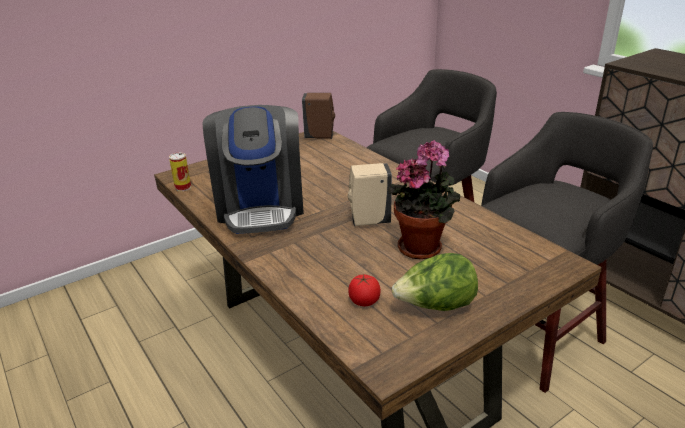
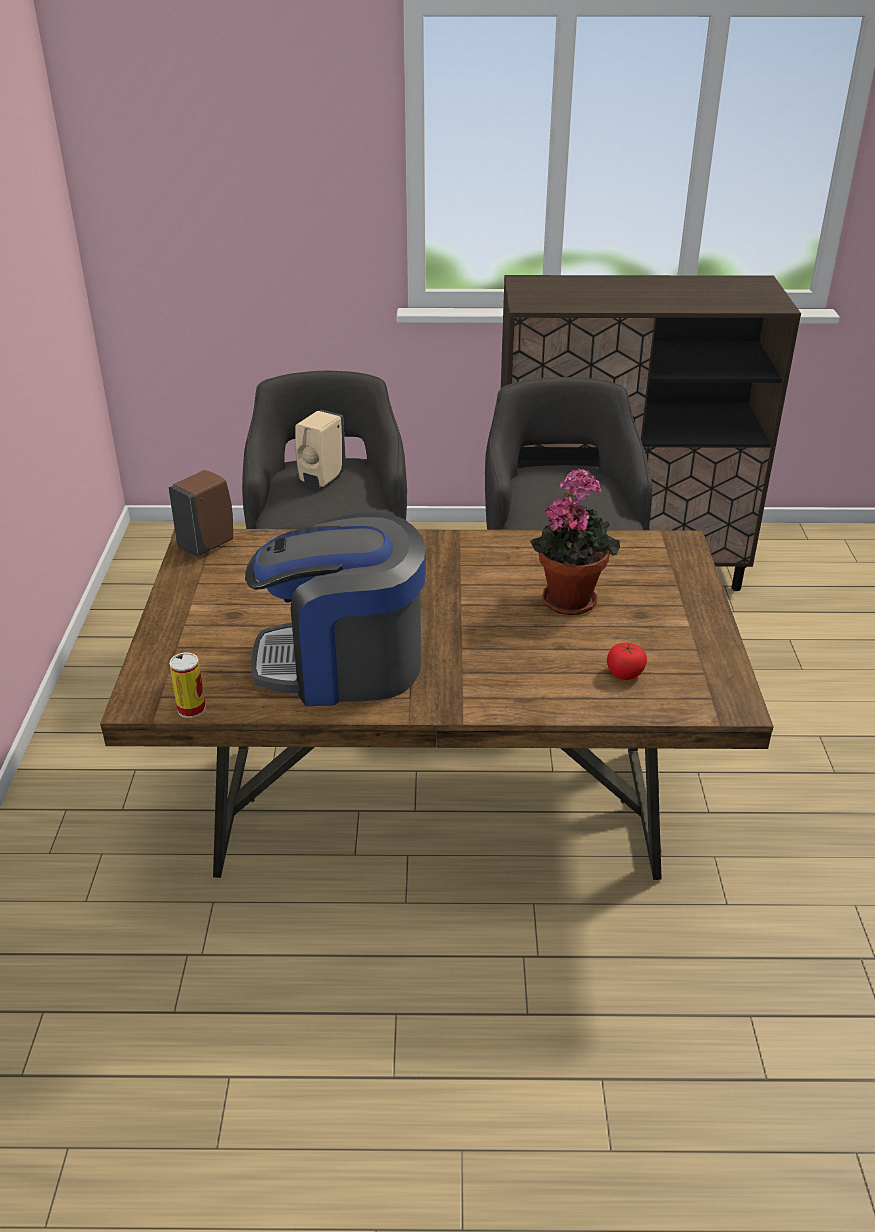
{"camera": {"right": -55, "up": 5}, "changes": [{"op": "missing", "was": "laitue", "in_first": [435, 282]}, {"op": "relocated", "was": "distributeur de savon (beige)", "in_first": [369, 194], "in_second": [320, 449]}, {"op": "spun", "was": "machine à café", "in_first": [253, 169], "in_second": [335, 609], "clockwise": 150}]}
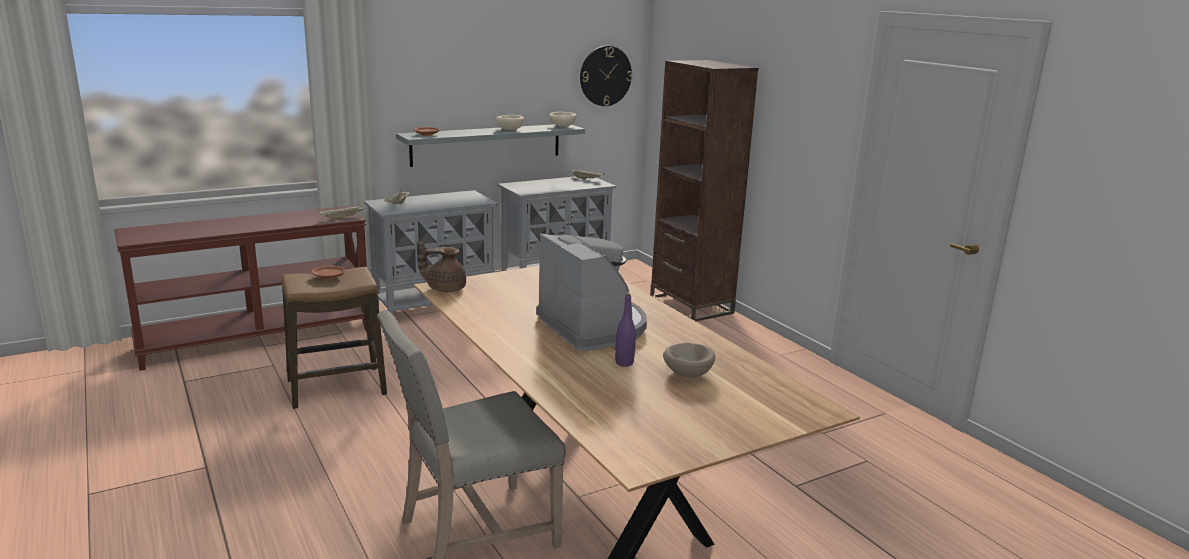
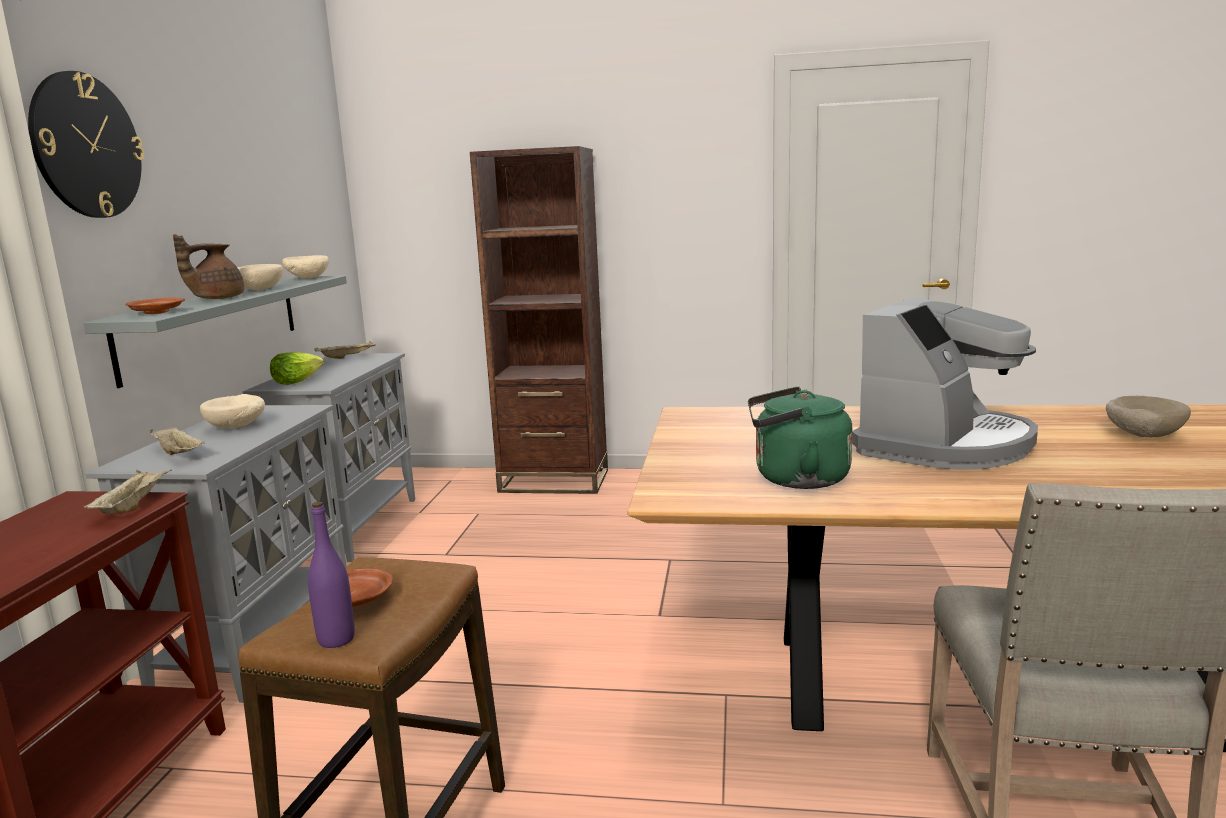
{"camera": {"right": -50, "up": -5}, "changes": [{"op": "appeared", "now": "bol (beige)", "in_second": [232, 411]}, {"op": "appeared", "now": "laitue", "in_second": [297, 368]}, {"op": "appeared", "now": "bouilloire (vert)", "in_second": [800, 438]}, {"op": "relocated", "was": "théière (marron)", "in_first": [441, 266], "in_second": [208, 266]}, {"op": "relocated", "was": "horloge murale", "in_first": [606, 76], "in_second": [86, 144]}, {"op": "relocated", "was": "bouteille (violet)", "in_first": [625, 330], "in_second": [331, 575]}, {"op": "spun", "was": "machine à café", "in_first": [591, 292], "in_second": [945, 383], "clockwise": 120}]}
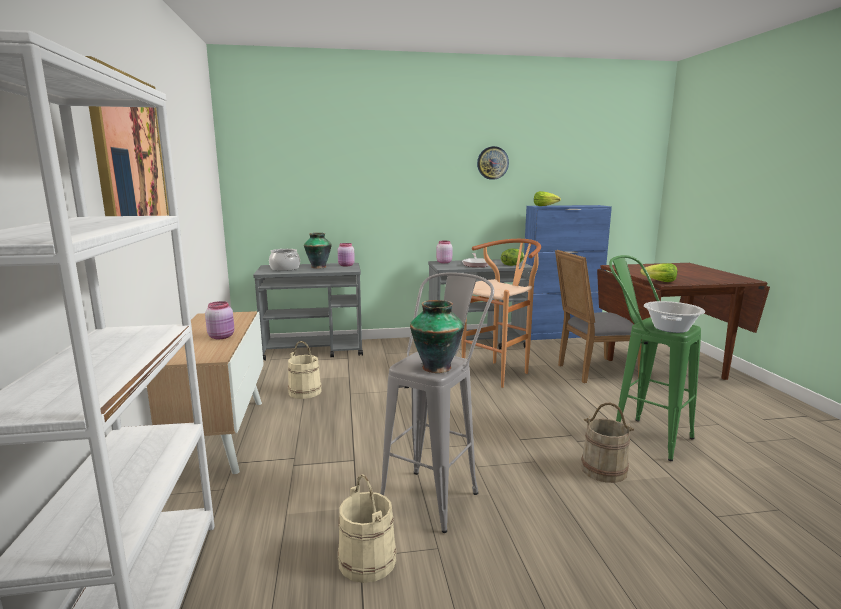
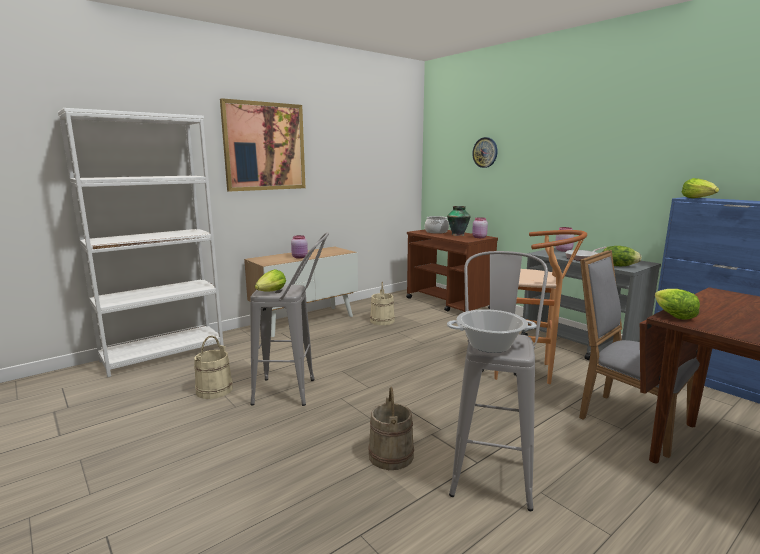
{"camera": {"right": 60, "up": 0}, "changes": [{"op": "relocated", "was": "horloge murale", "in_first": [493, 163], "in_second": [485, 152]}, {"op": "exchanged", "was": "vase", "now": "laitue", "in_first": [437, 336], "in_second": [270, 280]}, {"op": "colour", "was": "chariot (gris)", "now": "chariot (marron)", "in_first": [308, 312], "in_second": [452, 271]}, {"op": "colour", "was": "tabouret (vert)", "now": "tabouret (gris)", "in_first": [655, 358], "in_second": [498, 381]}]}
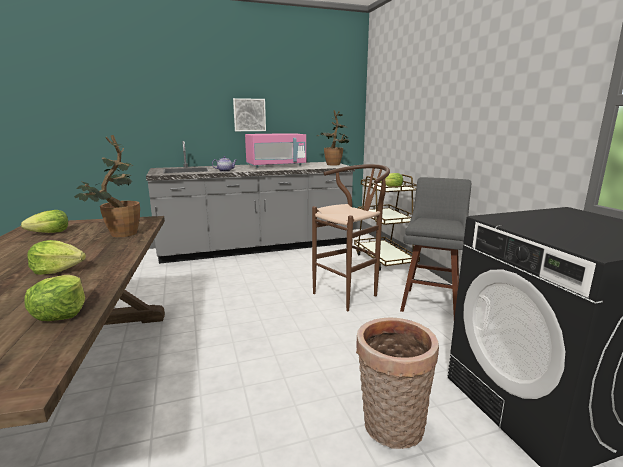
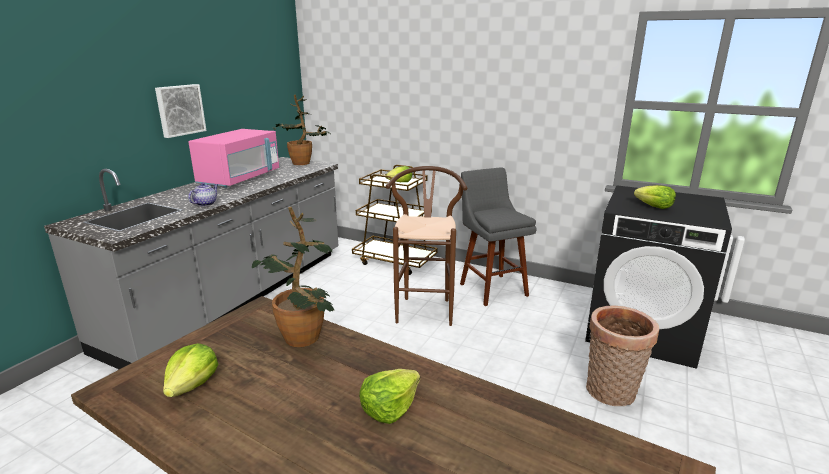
{"camera": {"right": -45, "up": 5}, "changes": [{"op": "relocated", "was": "laitue", "in_first": [54, 298], "in_second": [655, 197]}]}
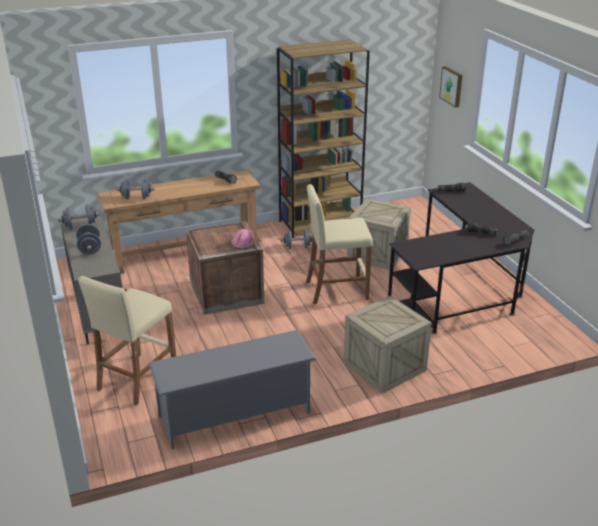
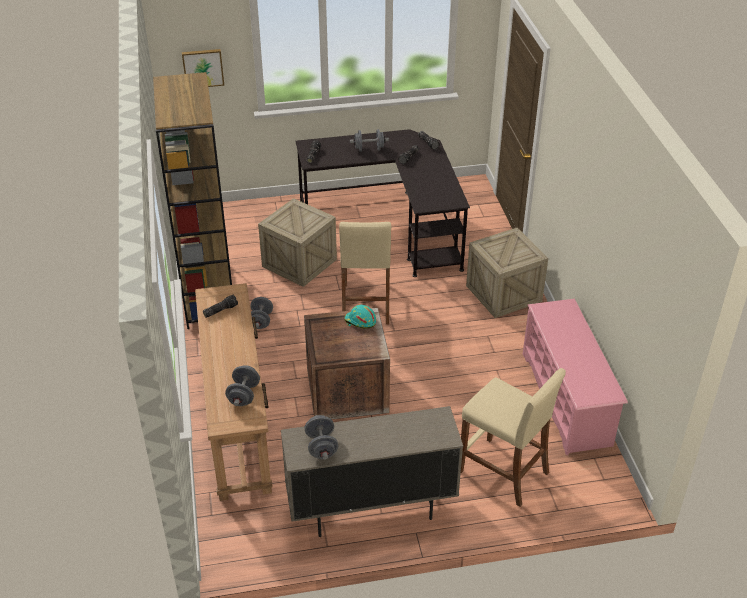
{"camera": {"right": -80, "up": 10}, "changes": [{"op": "relocated", "was": "haltère (gris)", "in_first": [88, 239], "in_second": [369, 140]}, {"op": "colour", "was": "étagère à chaussures (gris)", "now": "étagère à chaussures (rose)", "in_first": [232, 389], "in_second": [575, 377]}, {"op": "colour", "was": "casque de chantier (rose)", "now": "casque de chantier (turquoise)", "in_first": [243, 239], "in_second": [360, 316]}]}
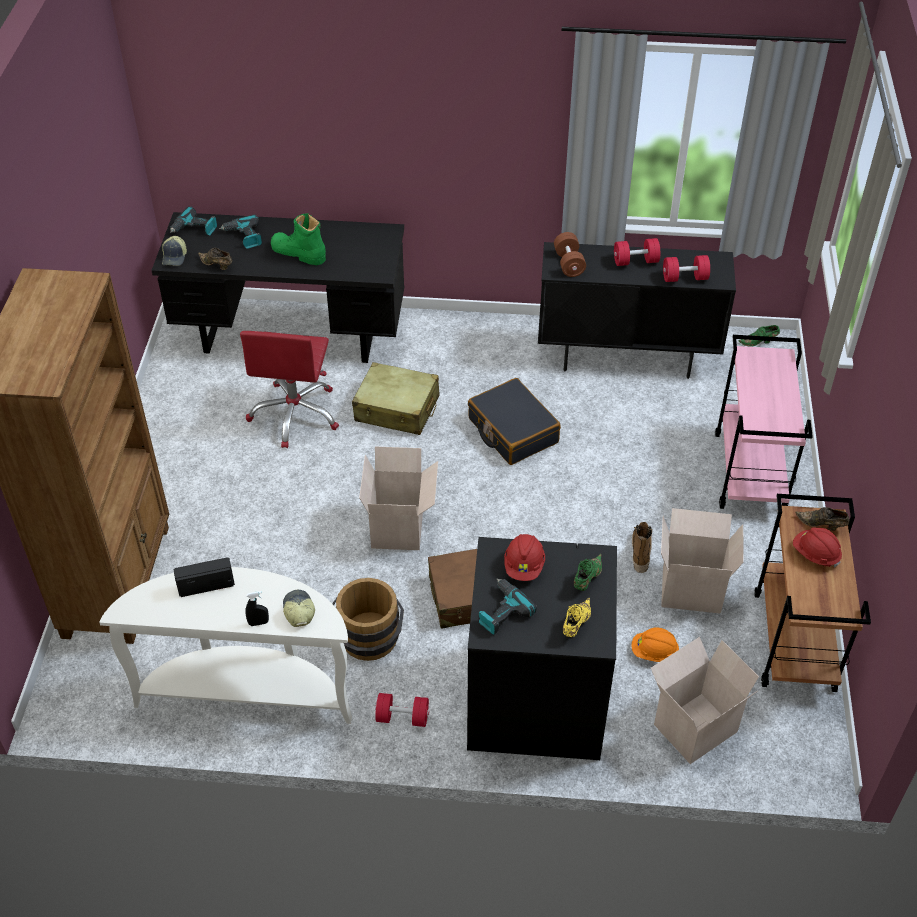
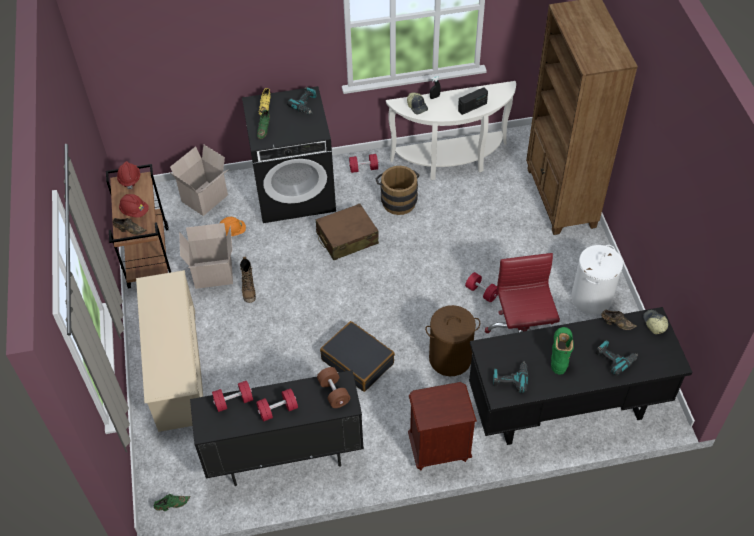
{"camera": {"right": 165, "up": 5}, "changes": [{"op": "missing", "was": "carton", "in_first": [398, 498]}, {"op": "appeared", "now": "table de chevet (marron)", "in_second": [442, 426]}, {"op": "appeared", "now": "haltère (rouge)", "in_second": [481, 287]}, {"op": "appeared", "now": "panier à linge (blanc)", "in_second": [597, 279]}, {"op": "relocated", "was": "perceuse", "in_first": [193, 220], "in_second": [510, 377]}, {"op": "relocated", "was": "casque de chantier (rouge)", "in_first": [524, 557], "in_second": [128, 175]}, {"op": "exchanged", "was": "valise (beige)", "now": "panier à linge (marron)", "in_first": [395, 398], "in_second": [452, 340]}, {"op": "exchanged", "was": "chariot (rose)", "now": "étagère à chaussures (beige)", "in_first": [764, 422], "in_second": [169, 351]}, {"op": "spun", "was": "botte (vert)", "in_first": [298, 239], "in_second": [562, 351], "clockwise": -90}]}
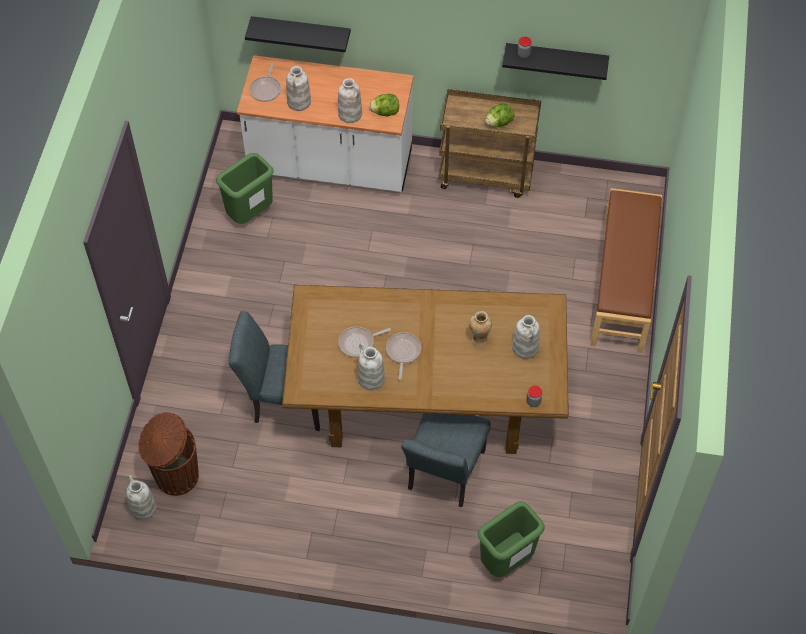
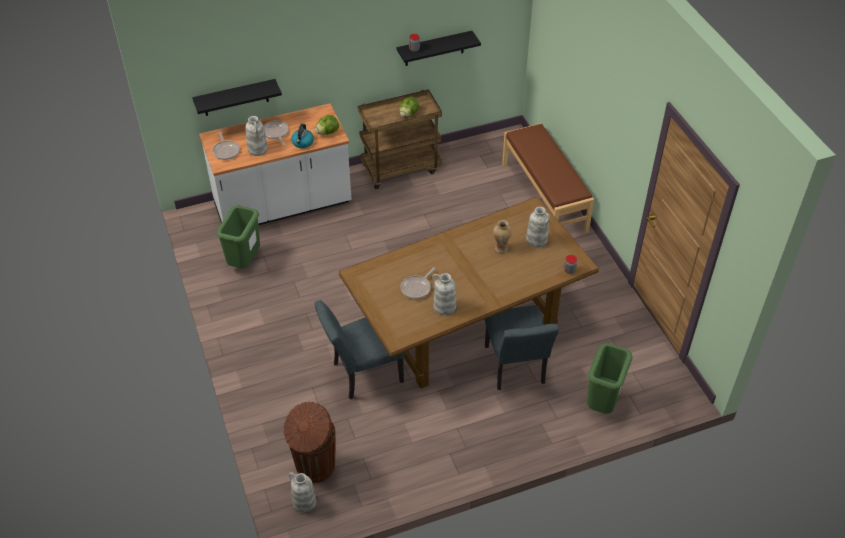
{"camera": {"right": -30, "up": -10}, "changes": [{"op": "relocated", "was": "poêle", "in_first": [403, 356], "in_second": [276, 133]}, {"op": "exchanged", "was": "vase (blanc)", "now": "bouilloire", "in_first": [350, 100], "in_second": [302, 136]}]}
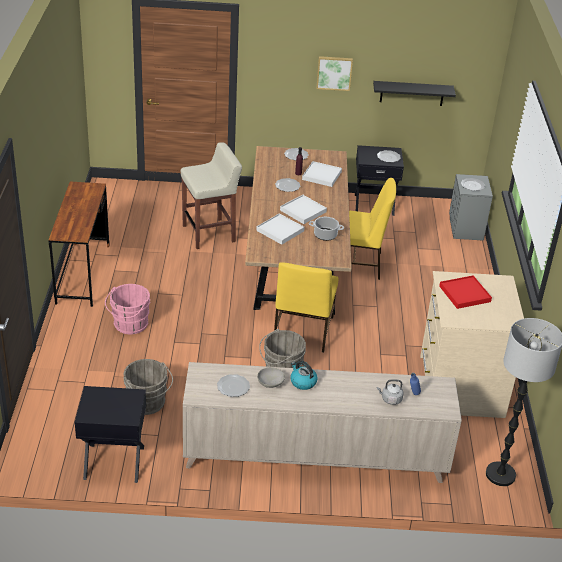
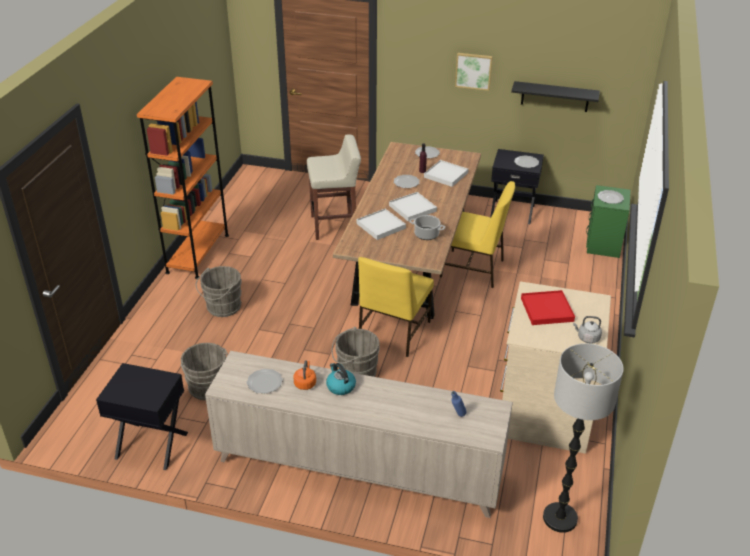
{"camera": {"right": 15, "up": 0}, "changes": [{"op": "relocated", "was": "bouilloire (gris)", "in_first": [390, 392], "in_second": [587, 329]}, {"op": "exchanged", "was": "bureau (marron)", "now": "bibliothèque (orange)", "in_first": [79, 244], "in_second": [183, 178]}, {"op": "exchanged", "was": "bol (gris)", "now": "bouilloire (orange)", "in_first": [271, 377], "in_second": [304, 375]}, {"op": "colour", "was": "seau (rose)", "now": "seau (gris)", "in_first": [127, 309], "in_second": [219, 291]}, {"op": "colour", "was": "table de chevet (gris)", "now": "table de chevet (vert)", "in_first": [471, 207], "in_second": [608, 221]}]}
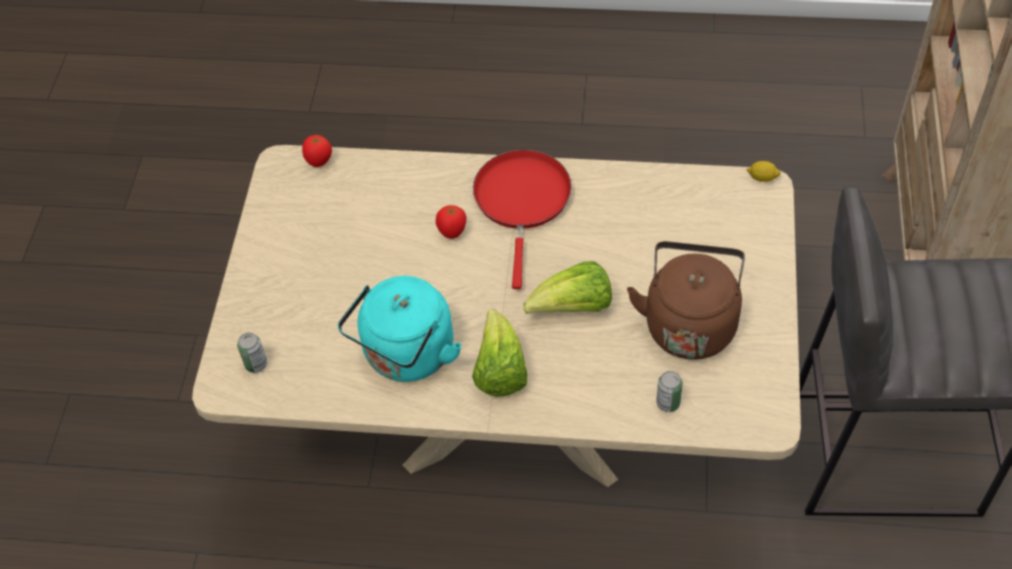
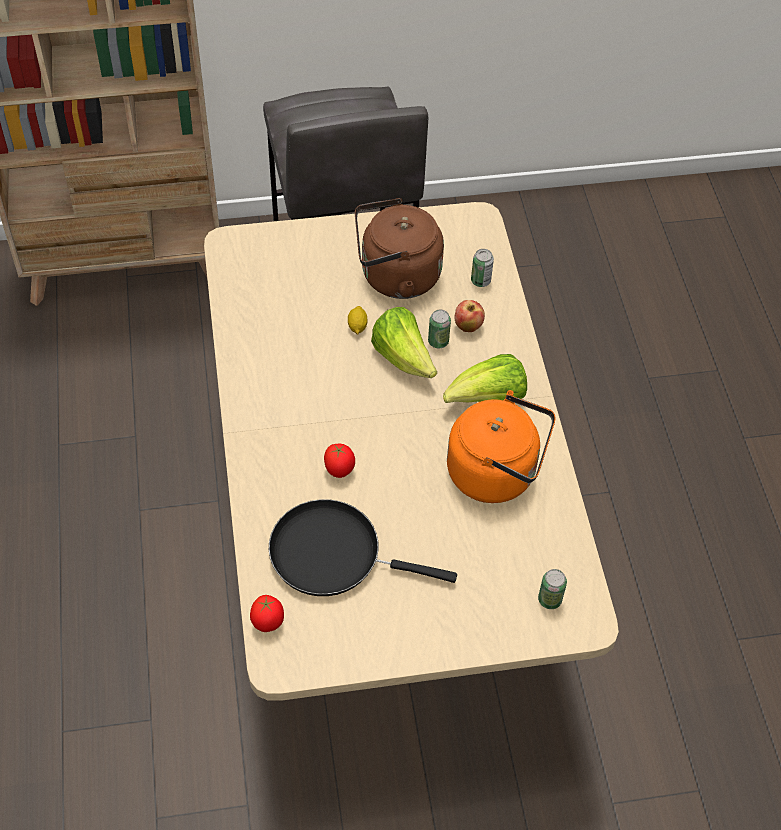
{"camera": {"right": -110, "up": 0}, "changes": [{"op": "missing", "was": "poêle (rouge)", "in_first": [522, 219]}, {"op": "appeared", "now": "poêle (noir)", "in_second": [363, 547]}, {"op": "appeared", "now": "boîte métallique", "in_second": [439, 328]}, {"op": "appeared", "now": "pomme", "in_second": [469, 316]}, {"op": "relocated", "was": "citron", "in_first": [763, 171], "in_second": [358, 320]}, {"op": "colour", "was": "bouilloire (turquoise)", "now": "bouilloire (orange)", "in_first": [400, 329], "in_second": [501, 446]}]}
